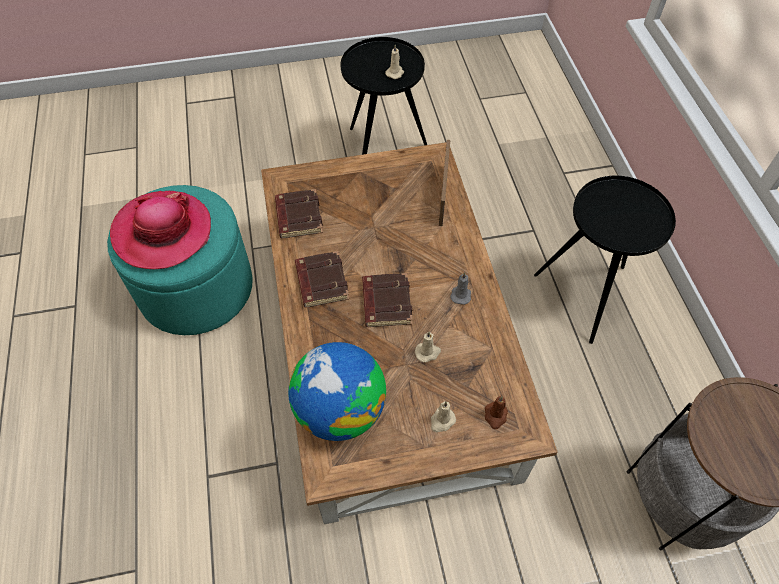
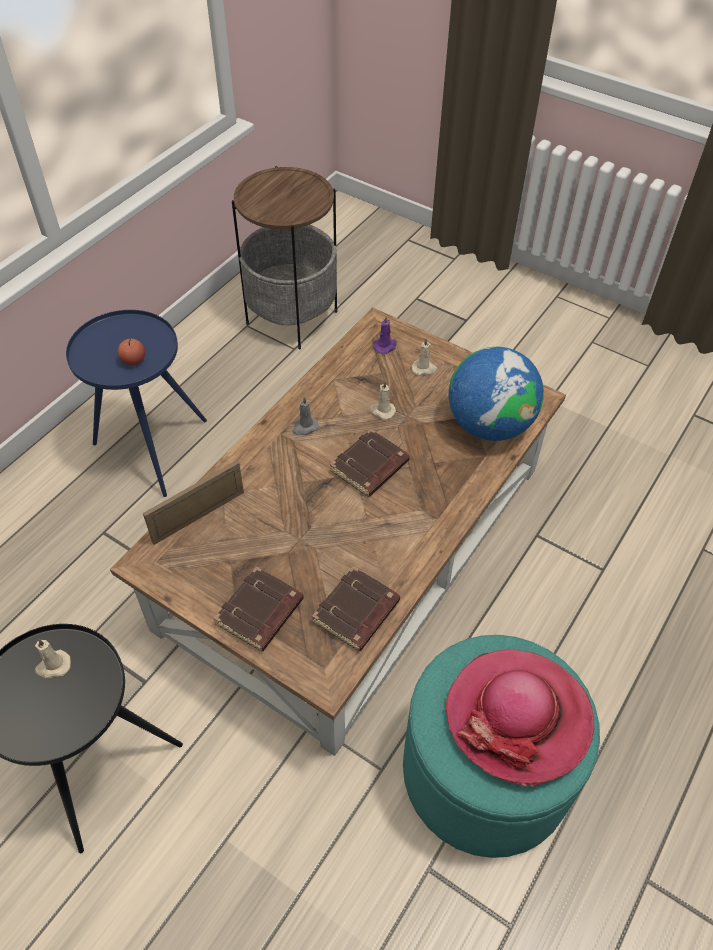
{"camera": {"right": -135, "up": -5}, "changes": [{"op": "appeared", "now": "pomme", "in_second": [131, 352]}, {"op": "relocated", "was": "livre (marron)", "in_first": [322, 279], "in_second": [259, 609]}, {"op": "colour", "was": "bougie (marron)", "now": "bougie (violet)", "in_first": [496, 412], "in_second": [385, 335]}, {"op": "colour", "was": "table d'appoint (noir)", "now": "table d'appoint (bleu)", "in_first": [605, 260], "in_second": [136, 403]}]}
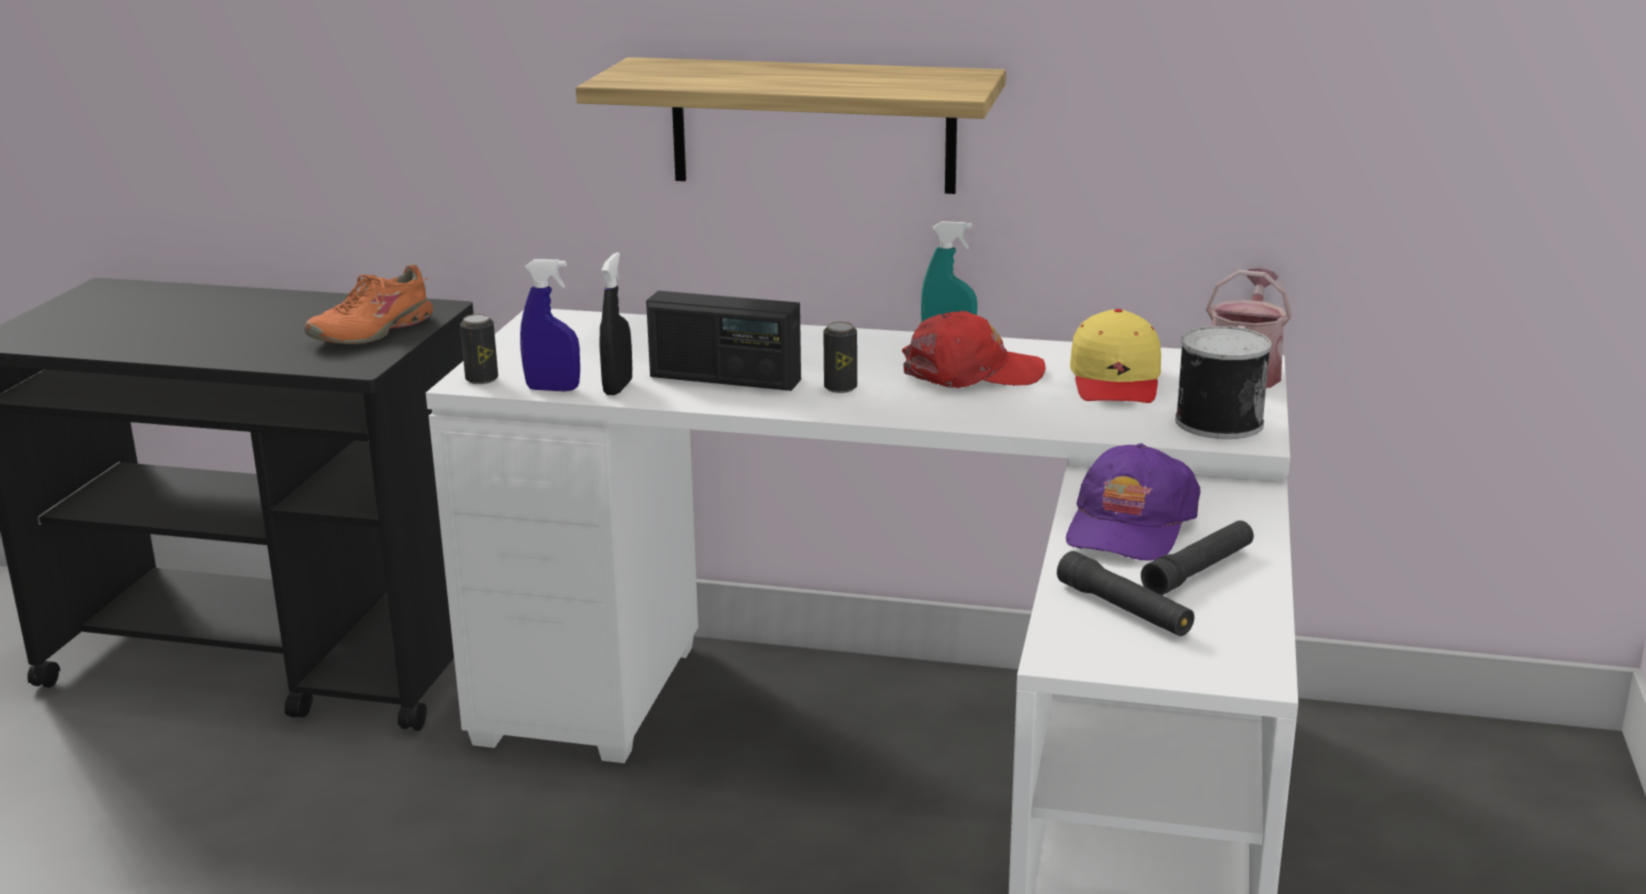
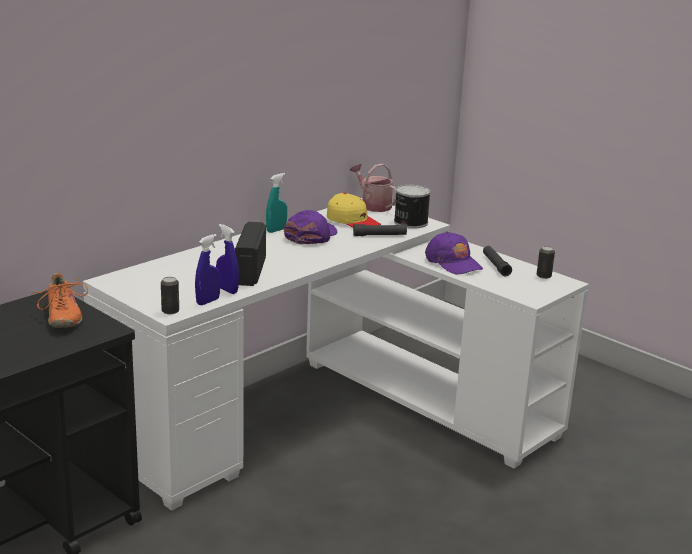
{"camera": {"right": -60, "up": 0}, "changes": [{"op": "missing", "was": "étagère", "in_first": [791, 125]}, {"op": "relocated", "was": "boîte métallique", "in_first": [840, 357], "in_second": [546, 262]}, {"op": "relocated", "was": "lampe de poche (noir)", "in_first": [1125, 593], "in_second": [380, 230]}, {"op": "colour", "was": "vaporisateur (noir)", "now": "vaporisateur (bleu)", "in_first": [616, 323], "in_second": [227, 259]}, {"op": "colour", "was": "casquette (rouge)", "now": "casquette (violet)", "in_first": [974, 349], "in_second": [310, 227]}, {"op": "spun", "was": "radio", "in_first": [723, 341], "in_second": [250, 254], "clockwise": 135}]}
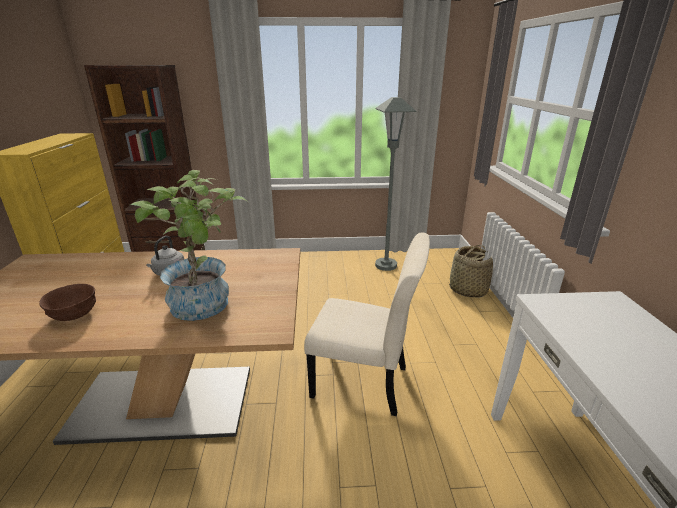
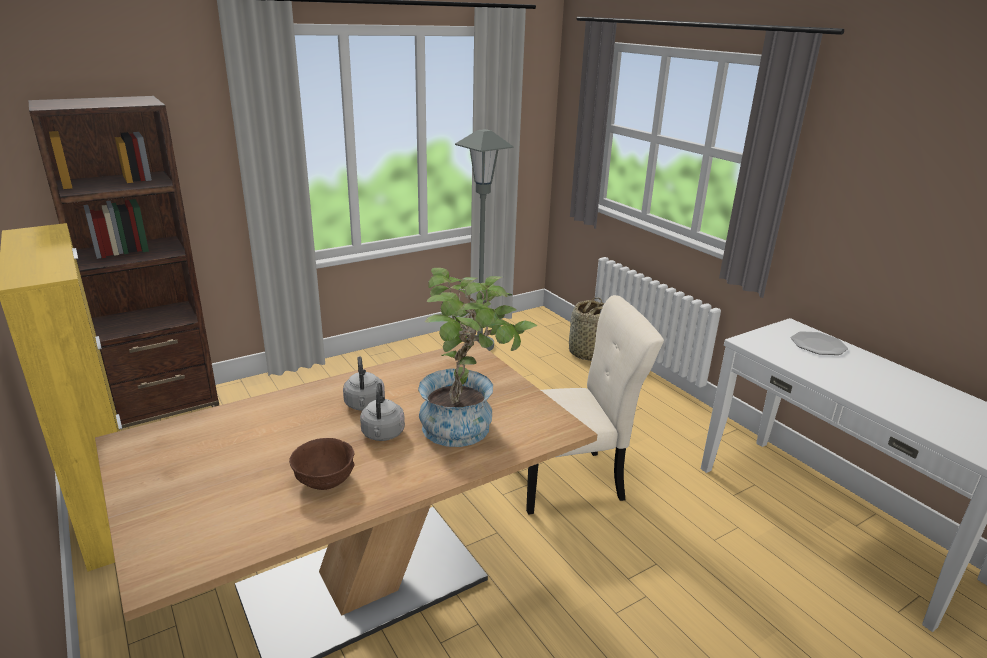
{"camera": {"right": -30, "up": 0}, "changes": [{"op": "appeared", "now": "bouilloire (gris)", "in_second": [382, 412]}, {"op": "appeared", "now": "assiette", "in_second": [819, 343]}]}
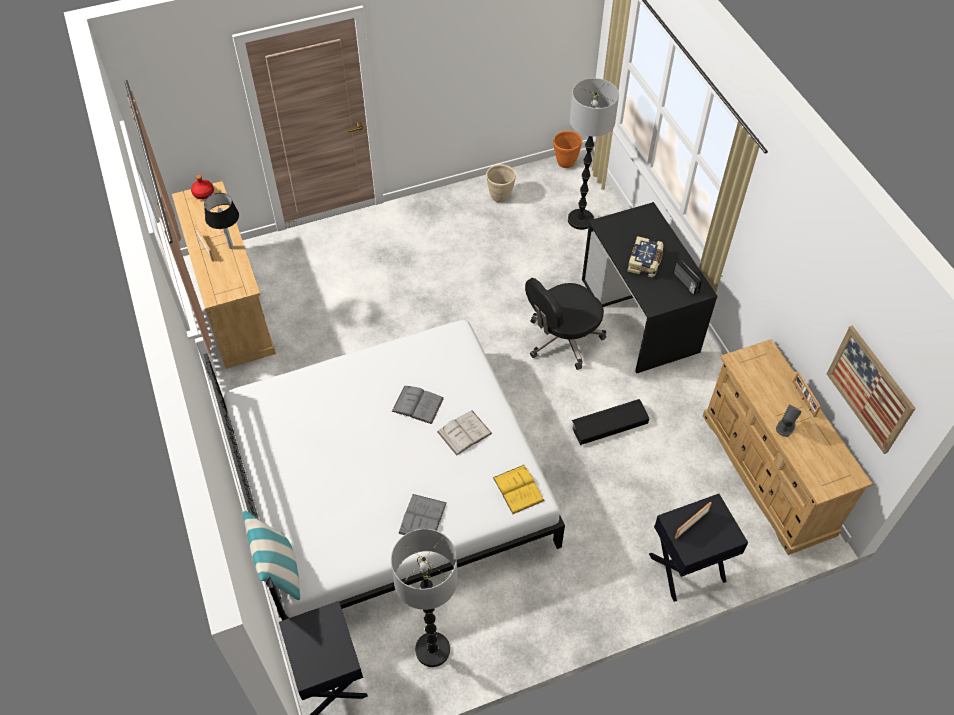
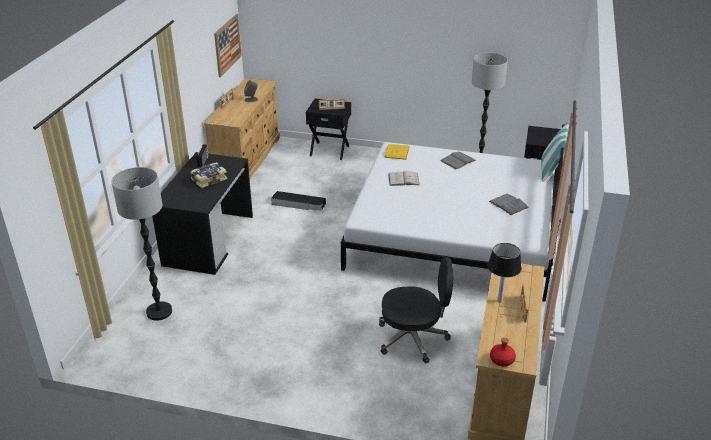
{"camera": {"right": -145, "up": -20}, "changes": [{"op": "missing", "was": "cache-pot (beige)", "in_first": [501, 183]}, {"op": "missing", "was": "cache-pot (orange)", "in_first": [567, 149]}, {"op": "relocated", "was": "livre (gris)", "in_first": [418, 405], "in_second": [509, 204]}, {"op": "relocated", "was": "chaise de bureau (noir)", "in_first": [565, 324], "in_second": [416, 310]}]}
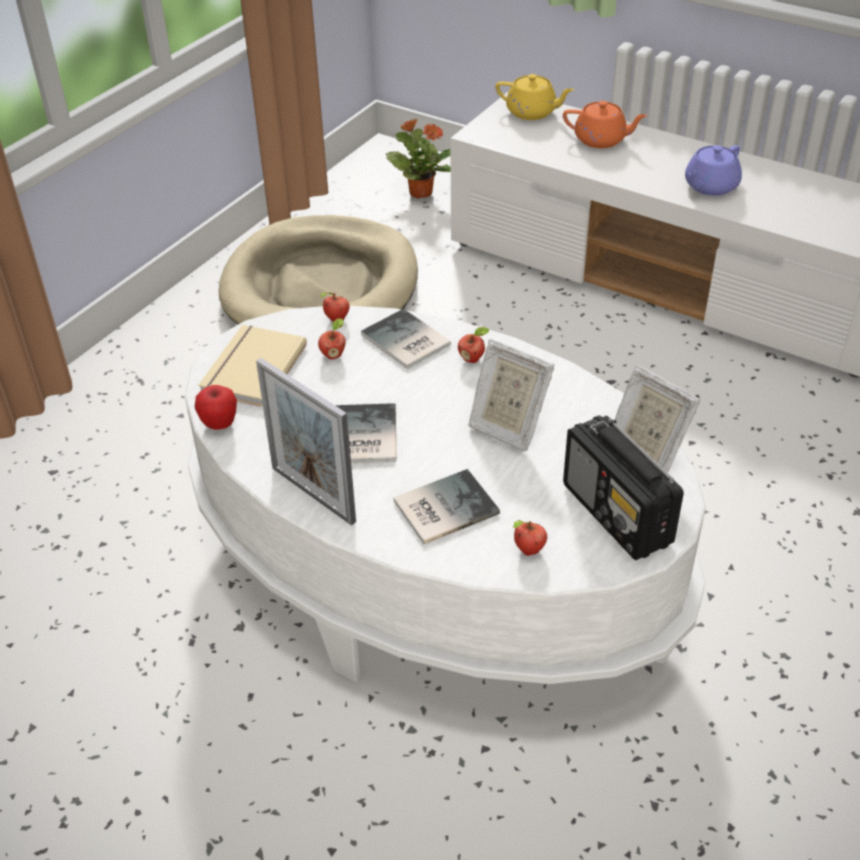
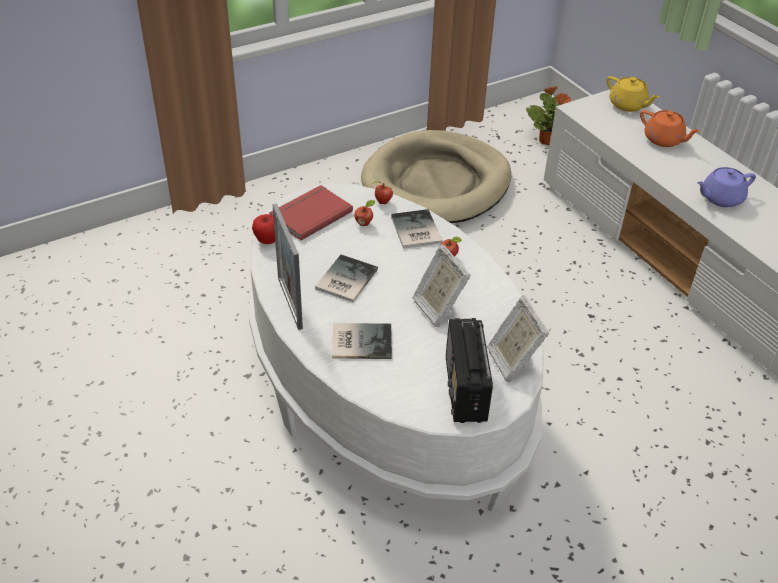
{"camera": {"right": 25, "up": 0}, "changes": [{"op": "missing", "was": "pomme", "in_first": [530, 538]}, {"op": "colour", "was": "livre (beige)", "now": "livre (rouge)", "in_first": [252, 366], "in_second": [311, 213]}]}
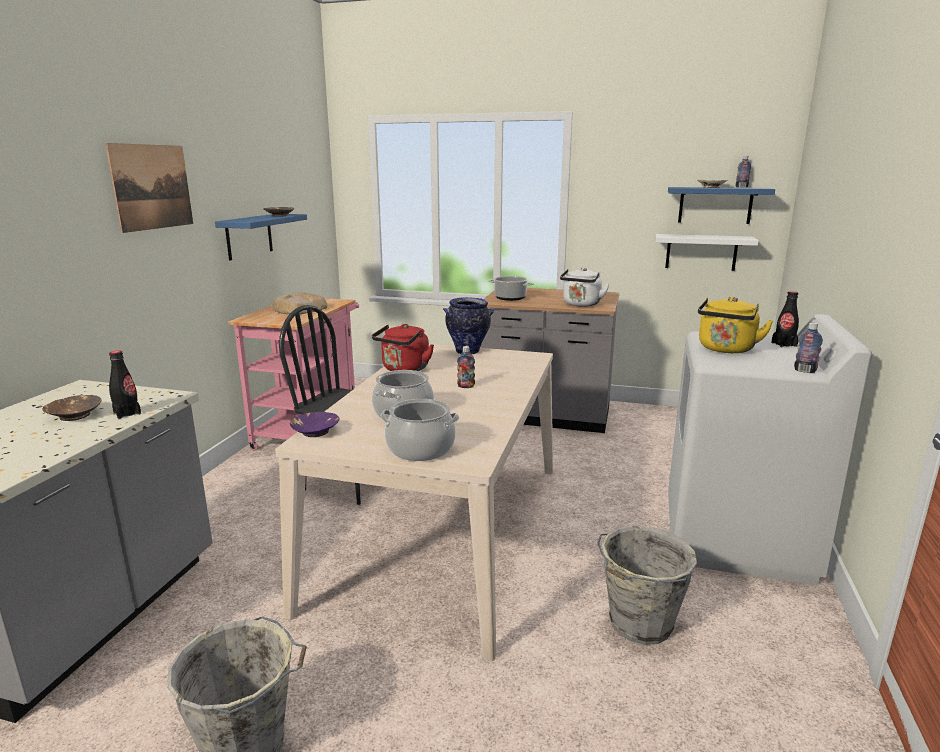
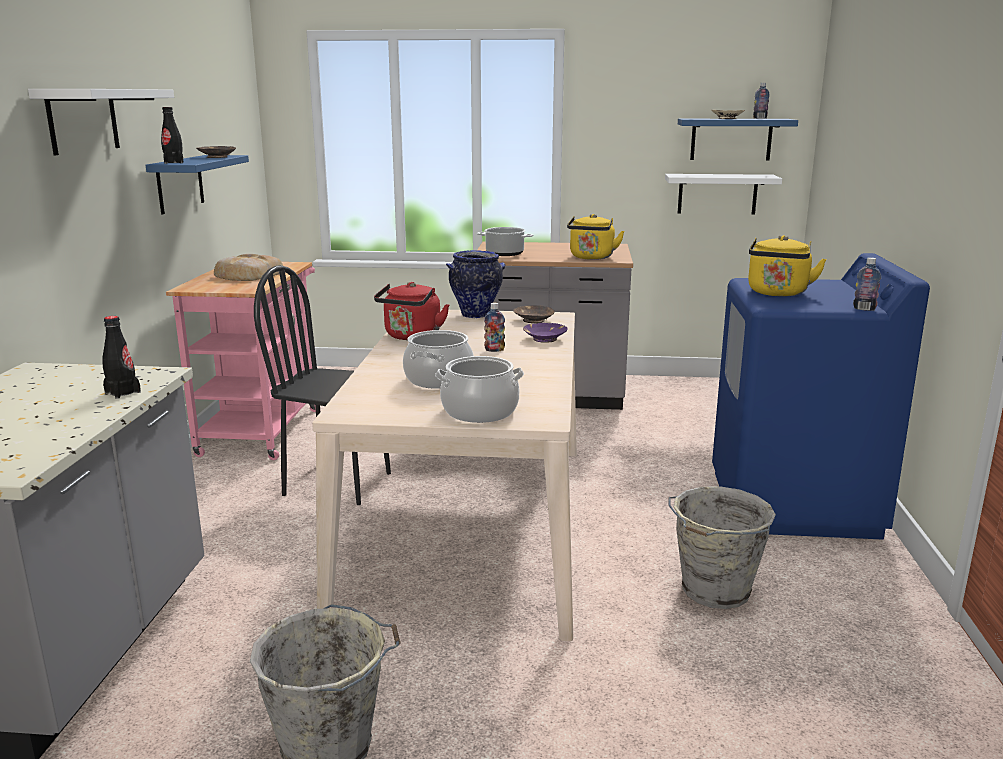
{"camera": {"right": -10, "up": 0}, "changes": [{"op": "relocated", "was": "bol (marron)", "in_first": [72, 408], "in_second": [534, 314]}, {"op": "relocated", "was": "bol (violet)", "in_first": [315, 424], "in_second": [545, 333]}, {"op": "relocated", "was": "bouteille (noir)", "in_first": [785, 319], "in_second": [172, 135]}, {"op": "exchanged", "was": "tableau", "now": "étagère (blanc)", "in_first": [149, 188], "in_second": [101, 122]}, {"op": "colour", "was": "bouilloire (blanc)", "now": "bouilloire (jaune)", "in_first": [585, 287], "in_second": [595, 237]}, {"op": "colour", "was": "lave-linge (blanc)", "now": "lave-linge (bleu)", "in_first": [770, 450], "in_second": [821, 396]}]}
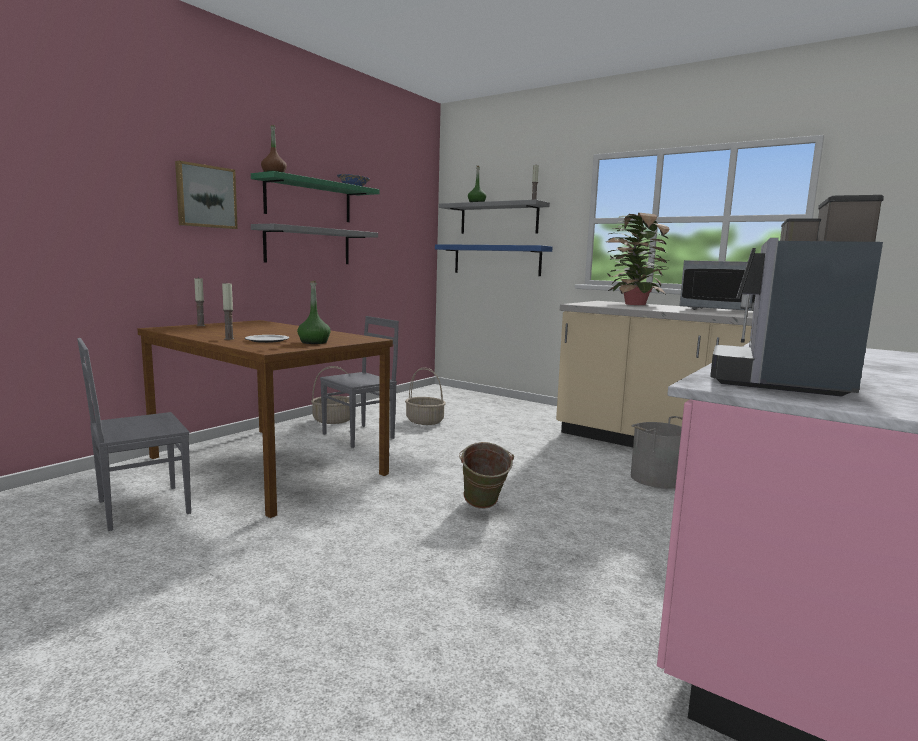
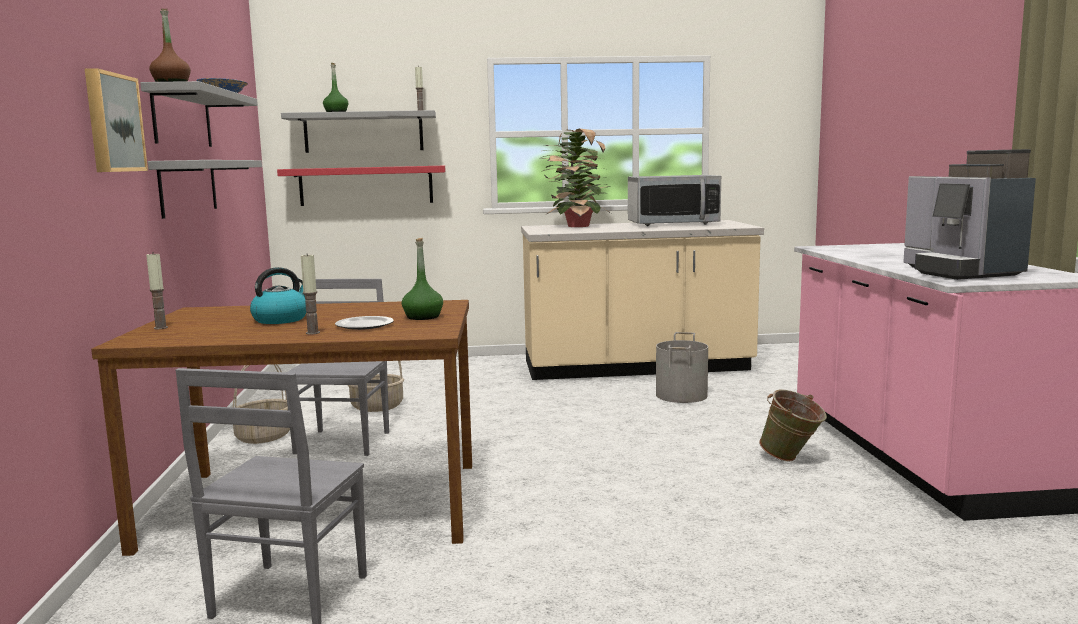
{"camera": {"right": -40, "up": 0}, "changes": [{"op": "appeared", "now": "bouilloire", "in_second": [278, 295]}, {"op": "relocated", "was": "seau (vert)", "in_first": [486, 475], "in_second": [793, 425]}, {"op": "colour", "was": "étagère (vert)", "now": "étagère (gris)", "in_first": [315, 196], "in_second": [199, 114]}, {"op": "colour", "was": "étagère (bleu)", "now": "étagère (rouge)", "in_first": [494, 260], "in_second": [361, 186]}]}
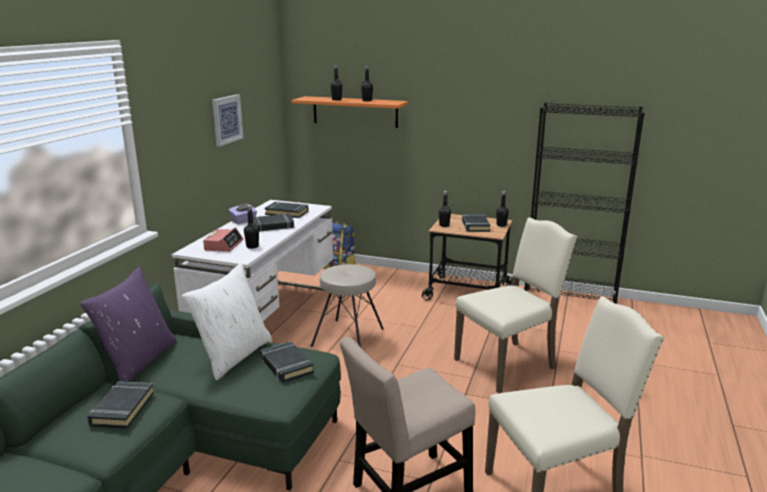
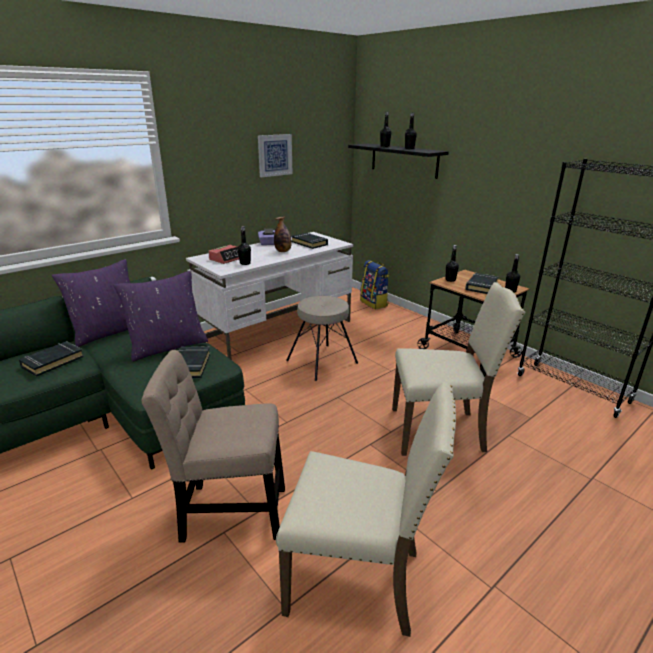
{"camera": {"right": 30, "up": 5}, "changes": [{"op": "exchanged", "was": "livre (noir)", "now": "bouteille", "in_first": [273, 222], "in_second": [283, 234]}, {"op": "colour", "was": "coussin (blanc)", "now": "coussin (violet)", "in_first": [226, 322], "in_second": [160, 316]}, {"op": "colour", "was": "étagère (orange)", "now": "étagère (noir)", "in_first": [350, 112], "in_second": [398, 161]}]}
